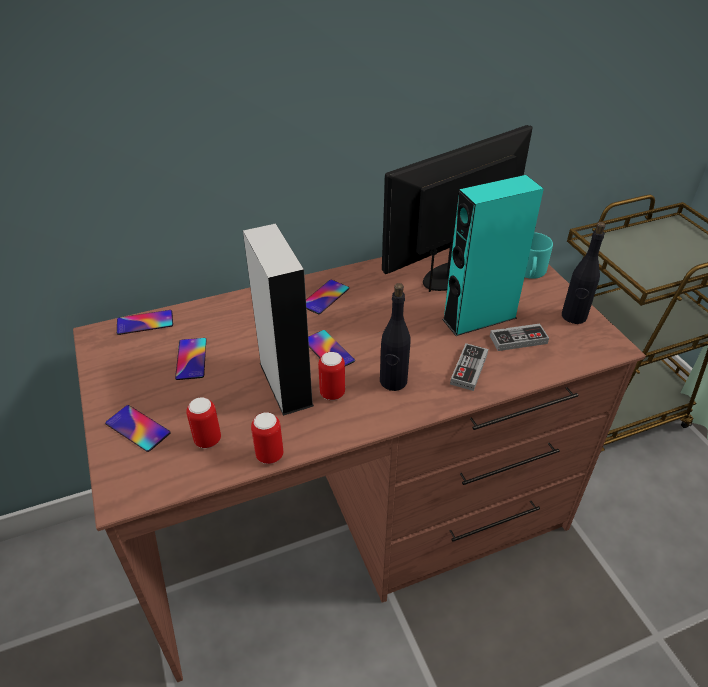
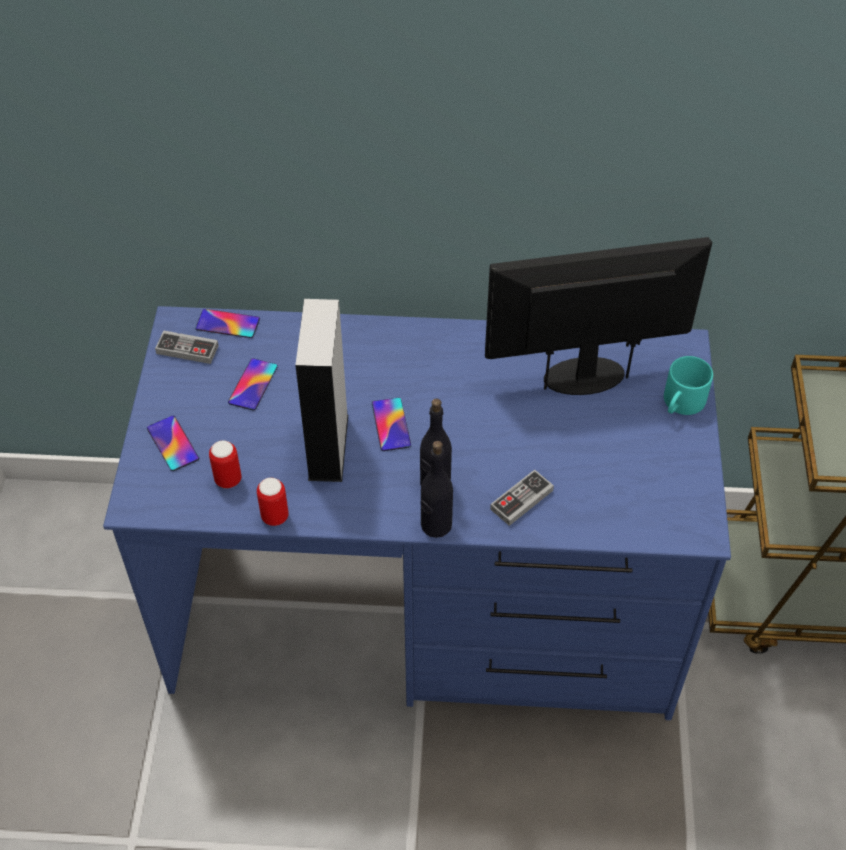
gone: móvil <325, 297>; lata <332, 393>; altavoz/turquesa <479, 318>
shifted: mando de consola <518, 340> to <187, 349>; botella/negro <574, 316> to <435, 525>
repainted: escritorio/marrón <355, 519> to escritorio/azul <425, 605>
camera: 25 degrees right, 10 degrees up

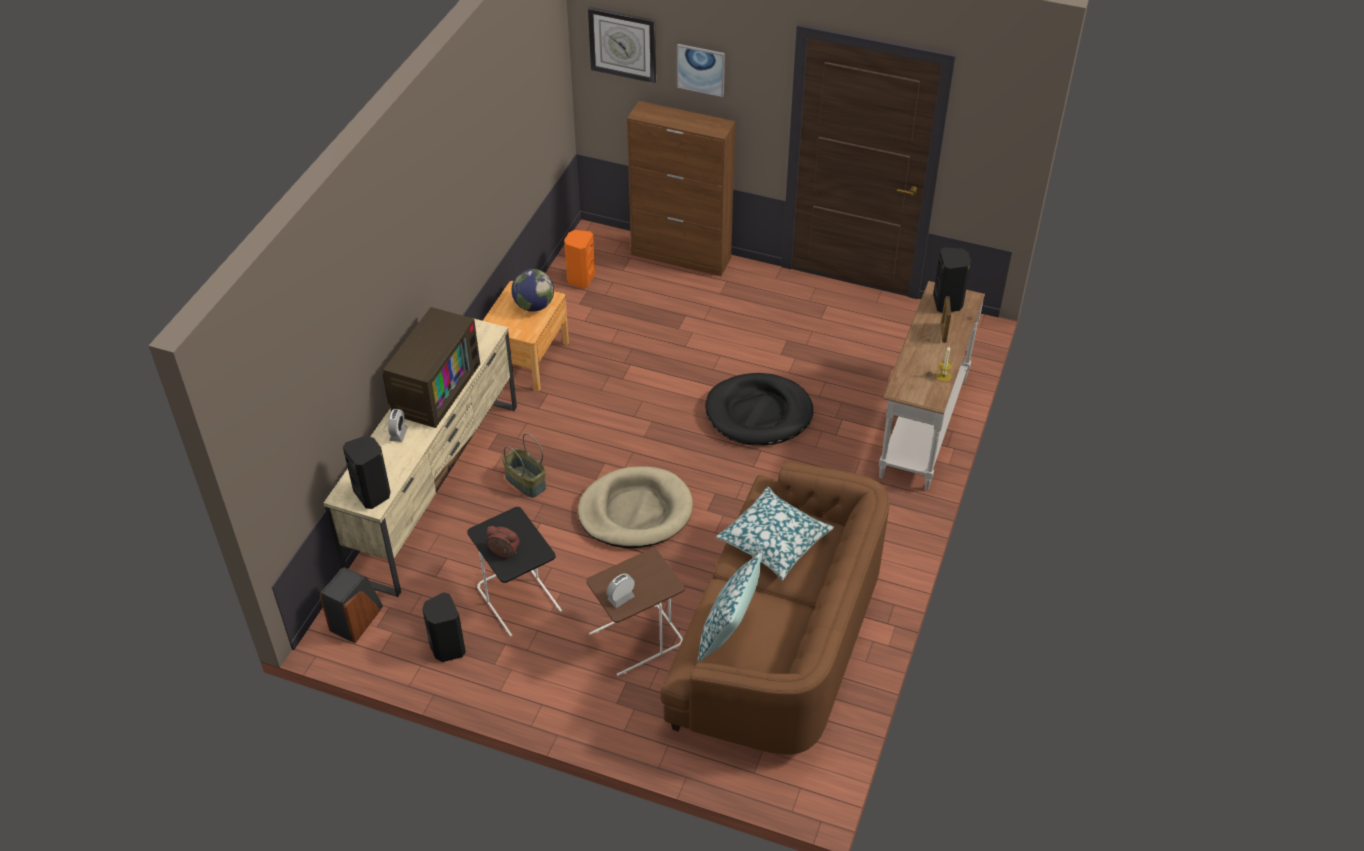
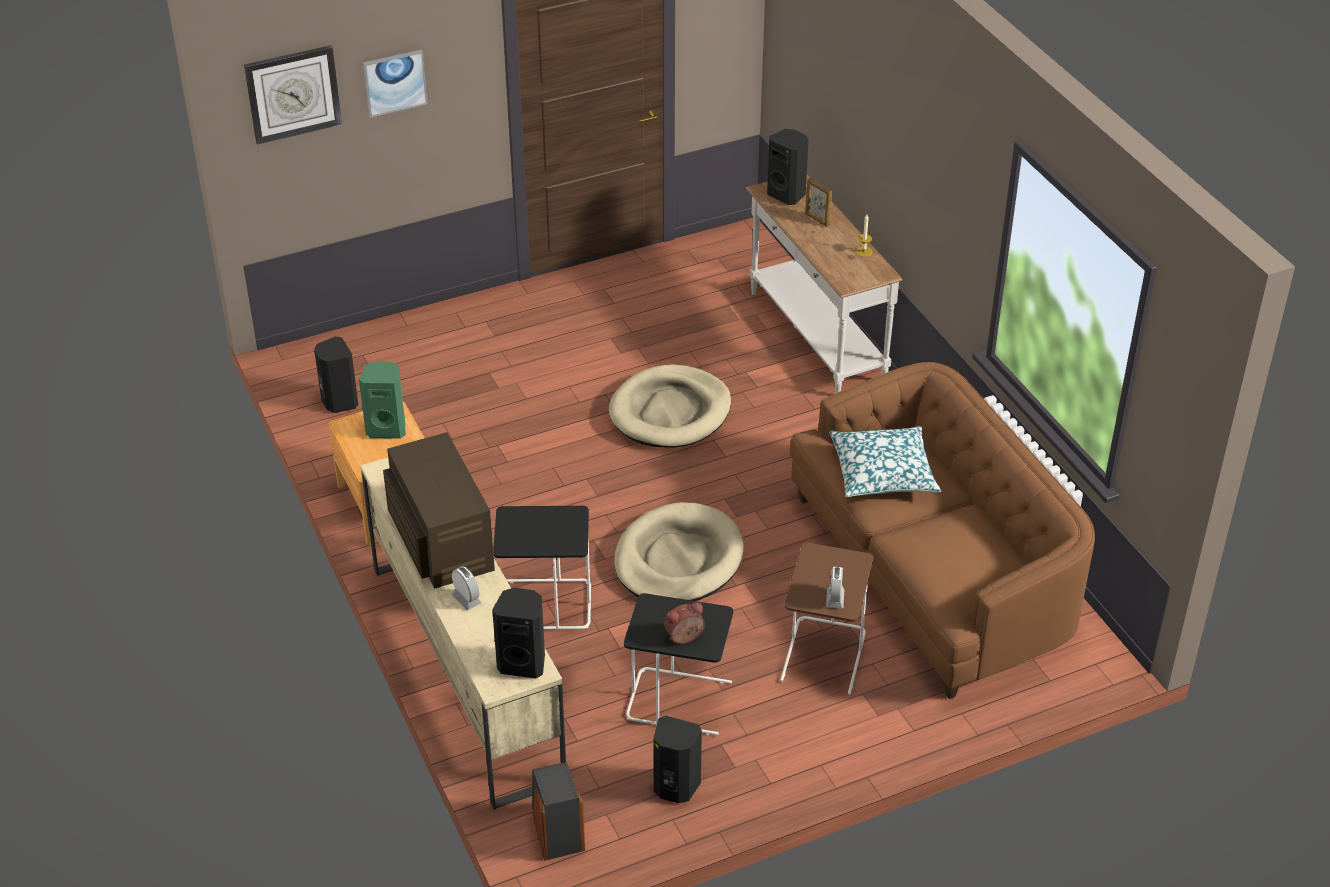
gone: armario/marrón <681, 256>; cojín <728, 632>
swapped: globo terráqueo <534, 306> to altavoz/verde <387, 428>; cesta <525, 482> to mesa auxiliar/negro <544, 606>
repainted: altavoz/naranja <580, 278> to altavoz/negro <339, 402>; cama para perro/negro <759, 413> to cama para perro/beis <670, 412>
camera: 45 degrees left, 5 degrees down

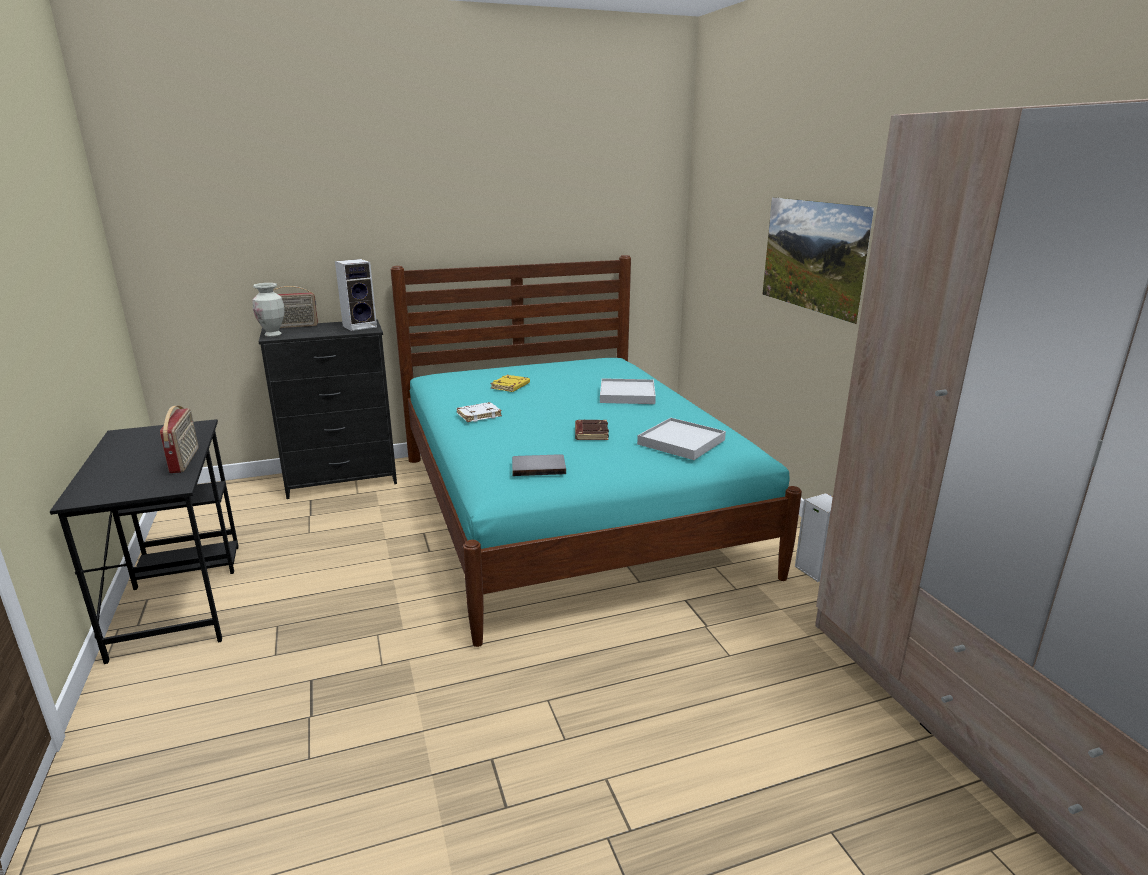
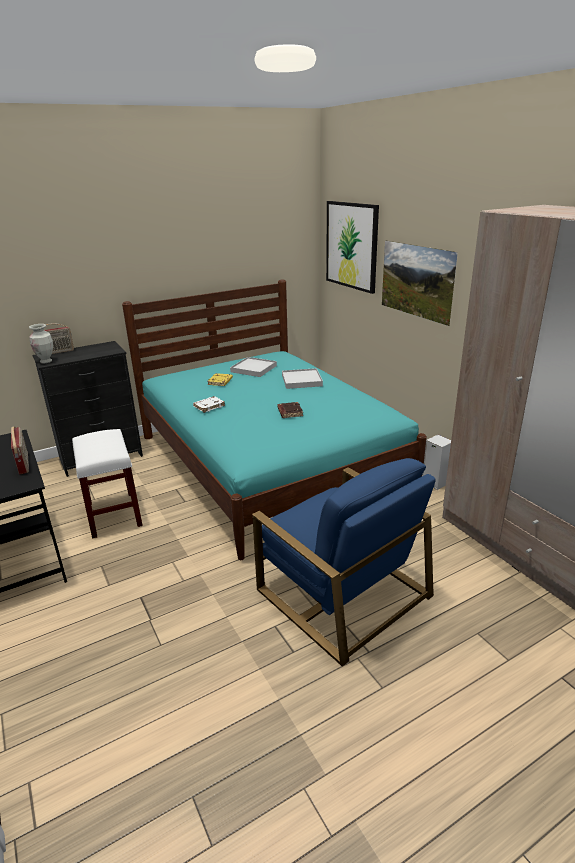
gone: altavoz <360, 326>; libro/gris <538, 467>
new: taburete/blanco <114, 515>; sillón/azul <341, 592>; cuadro <351, 245>
shifted: bandeja/blanco <681, 442> to <253, 369>
camera: 10 degrees left, 5 degrees up

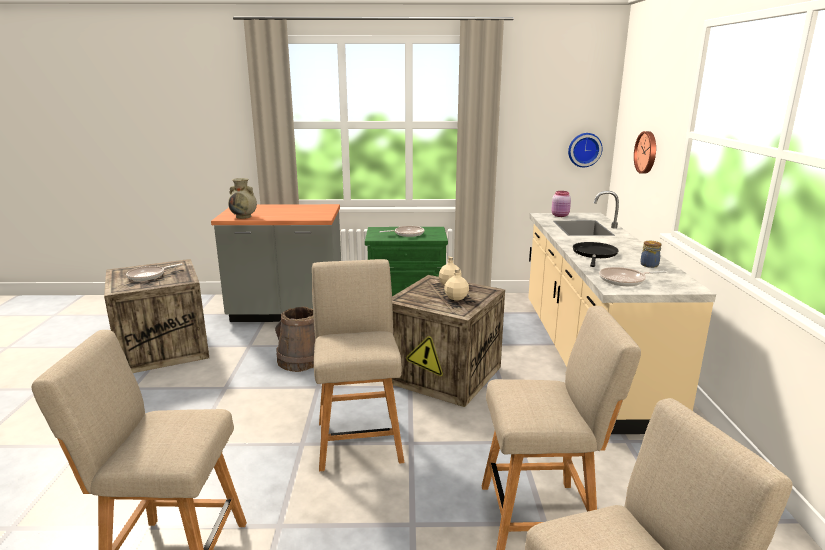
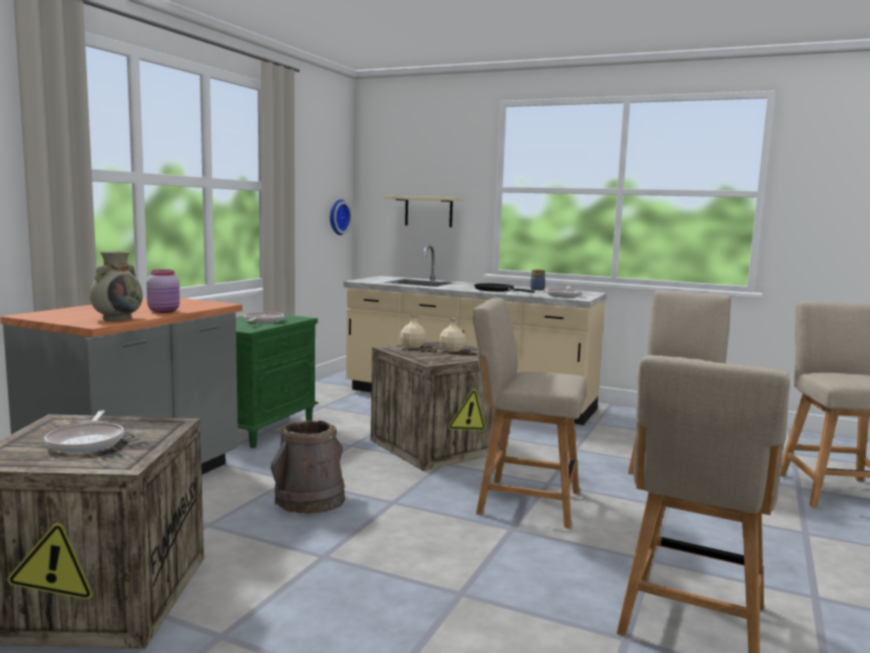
shifted: tarro/rosa <560, 215> to <164, 311>
swapped: reloj de pared <647, 152> to estante/beis <428, 211>
camera: 65 degrees left, 10 degrees down

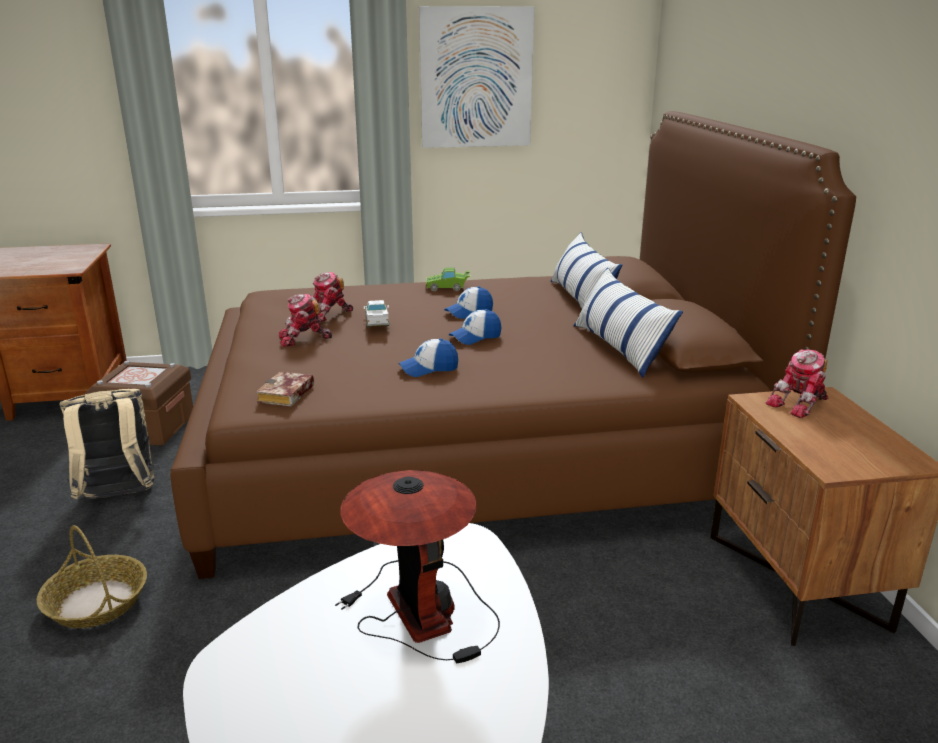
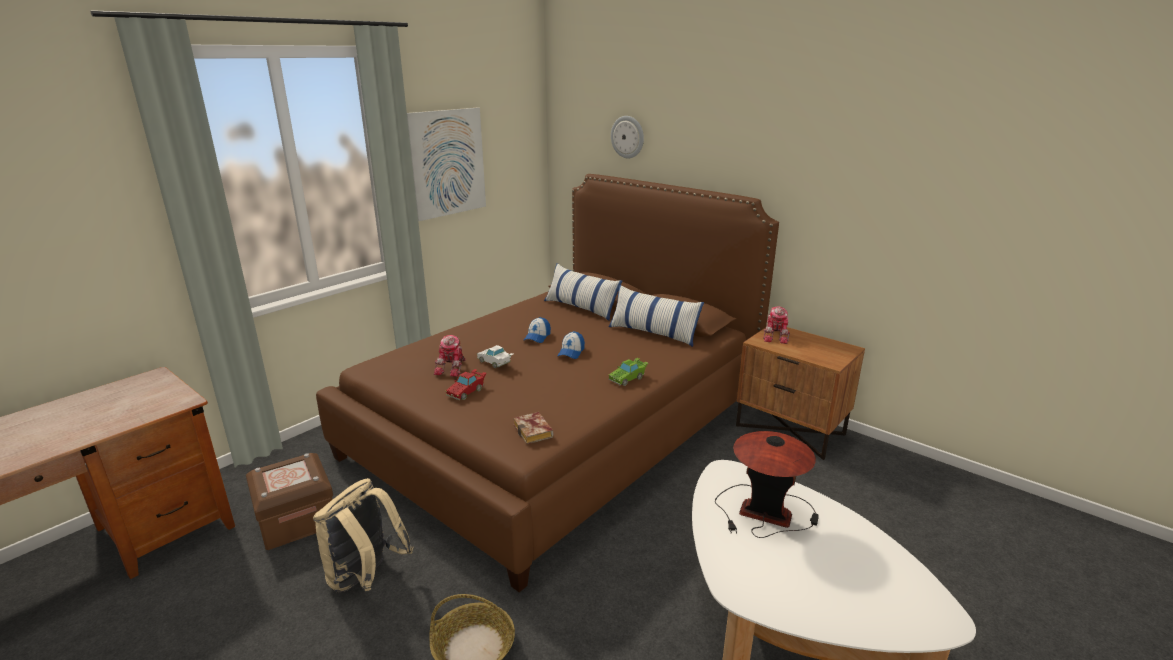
gone: gorra <428, 368>
new: reloj de pared <627, 137>
shifted: coche de juguete/verde <448, 288> to <628, 378>
swapped: robot de juguete <303, 339> to coche de juguete/rojo <467, 391>
camera: 40 degrees left, 0 degrees up

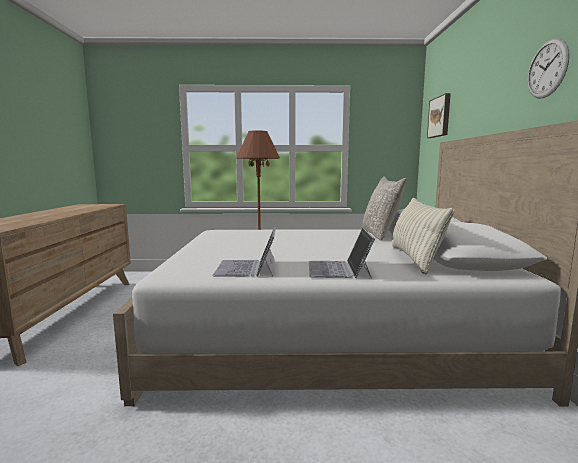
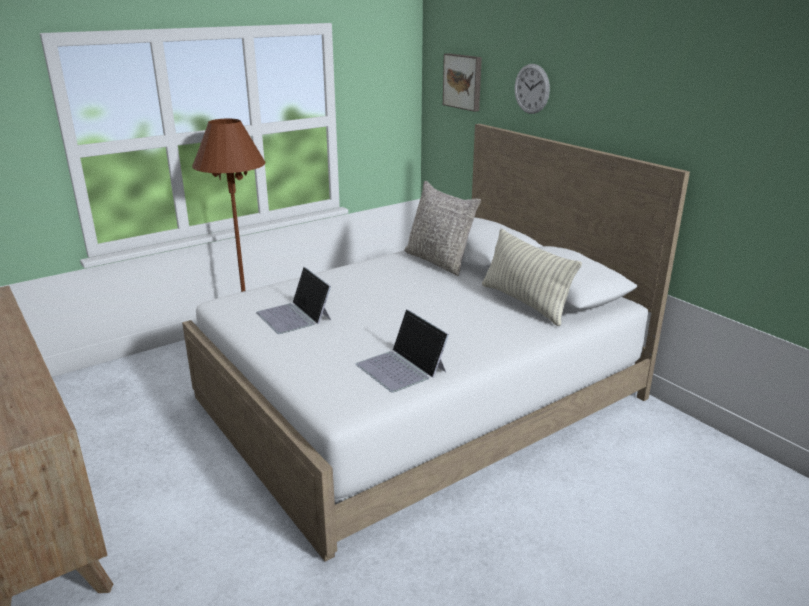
shifted: portátil <339, 269> to <294, 316>; reloj de pared <547, 69> to <531, 89>
camera: 35 degrees left, 15 degrees up

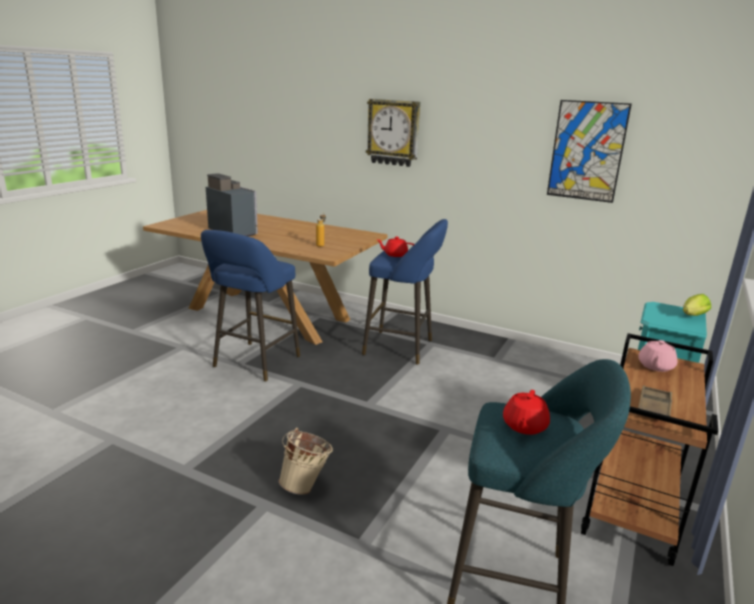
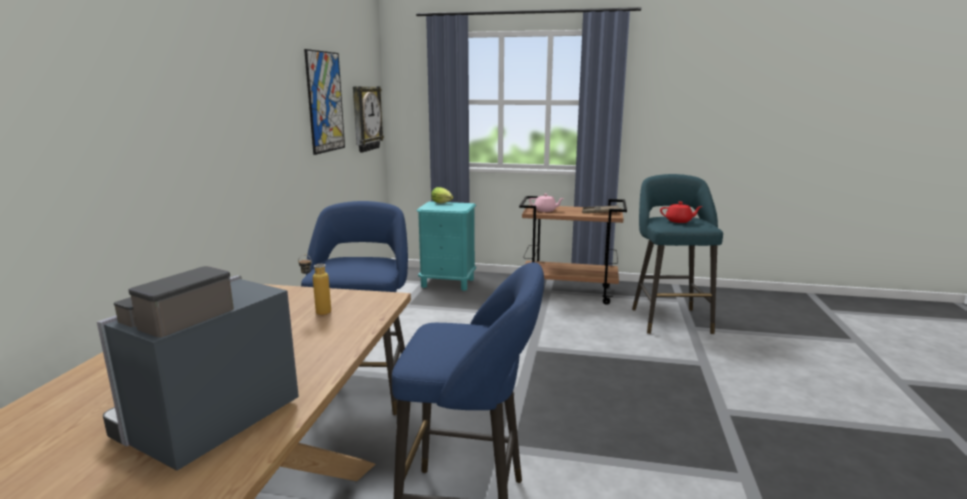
gone: cubo/beis <306, 485>; tetera/rojo <395, 254>
shifted: reloj de pared <393, 132> to <365, 118>
camera: 105 degrees left, 5 degrees down

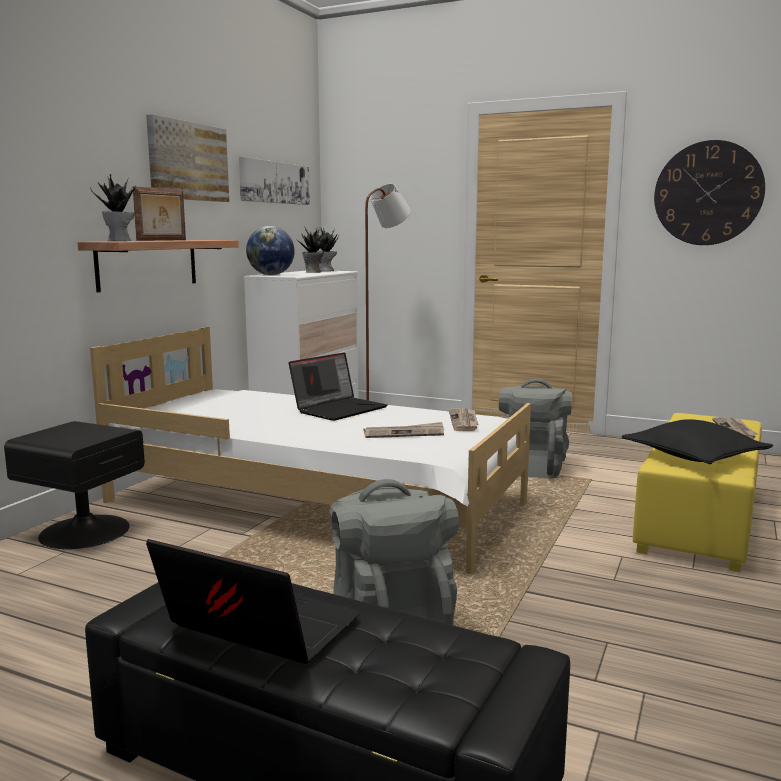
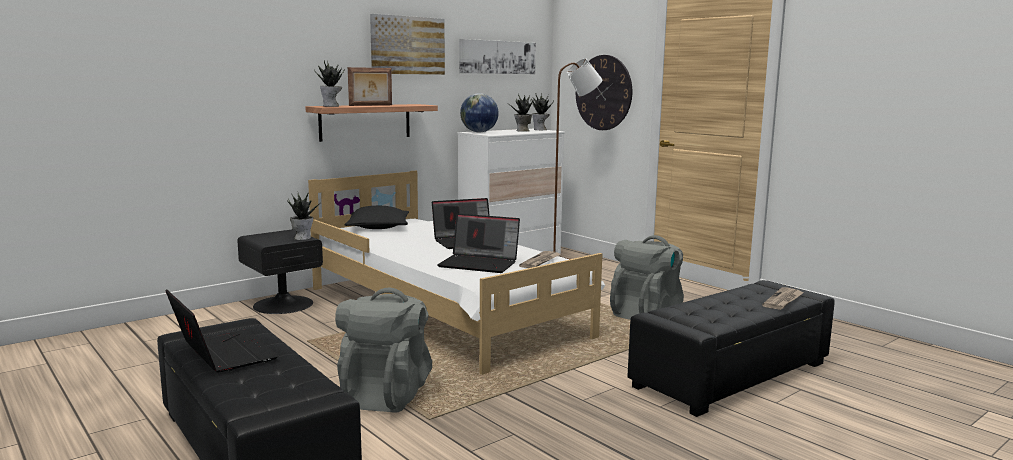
new: planta en maceta <302, 238>
shifted: cojín/negro <694, 456> to <378, 227>; reloj de pared <708, 193> to <603, 92>
swapped: periódico <404, 433> to portátil <480, 264>
repainted: puf/amarillo <700, 518> to puf/negro <732, 375>
camera: 25 degrees right, 0 degrees up

